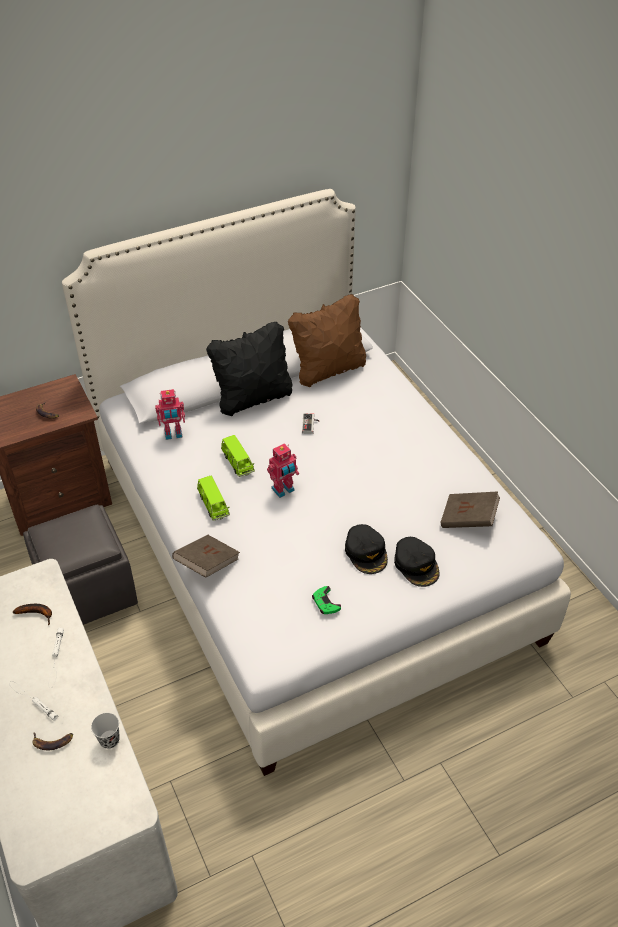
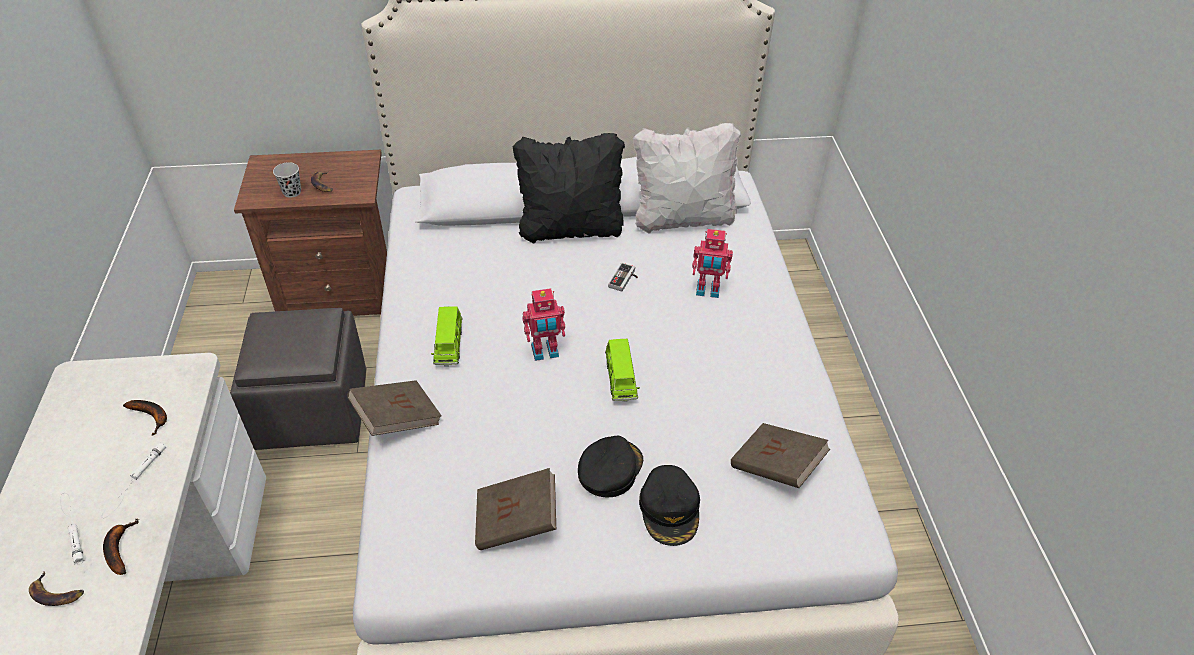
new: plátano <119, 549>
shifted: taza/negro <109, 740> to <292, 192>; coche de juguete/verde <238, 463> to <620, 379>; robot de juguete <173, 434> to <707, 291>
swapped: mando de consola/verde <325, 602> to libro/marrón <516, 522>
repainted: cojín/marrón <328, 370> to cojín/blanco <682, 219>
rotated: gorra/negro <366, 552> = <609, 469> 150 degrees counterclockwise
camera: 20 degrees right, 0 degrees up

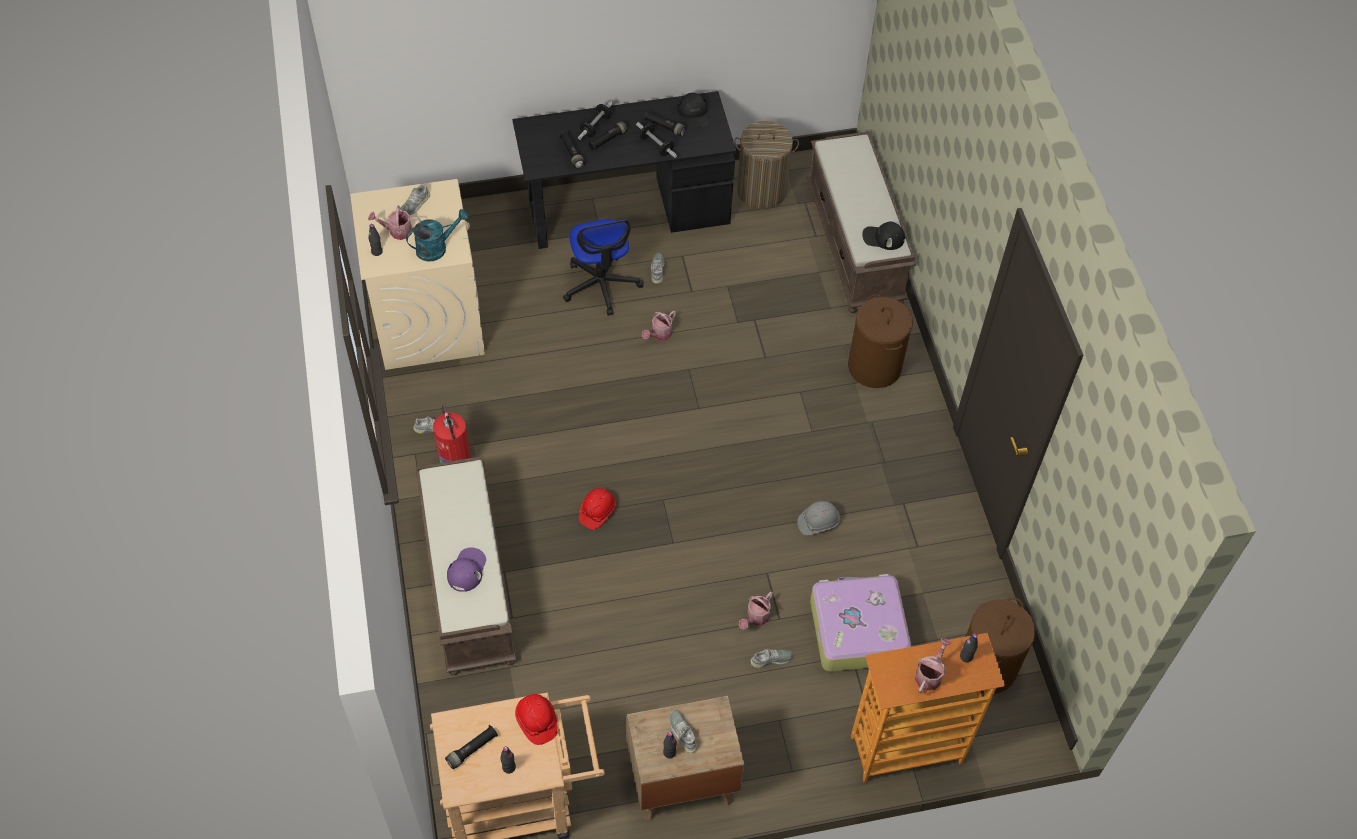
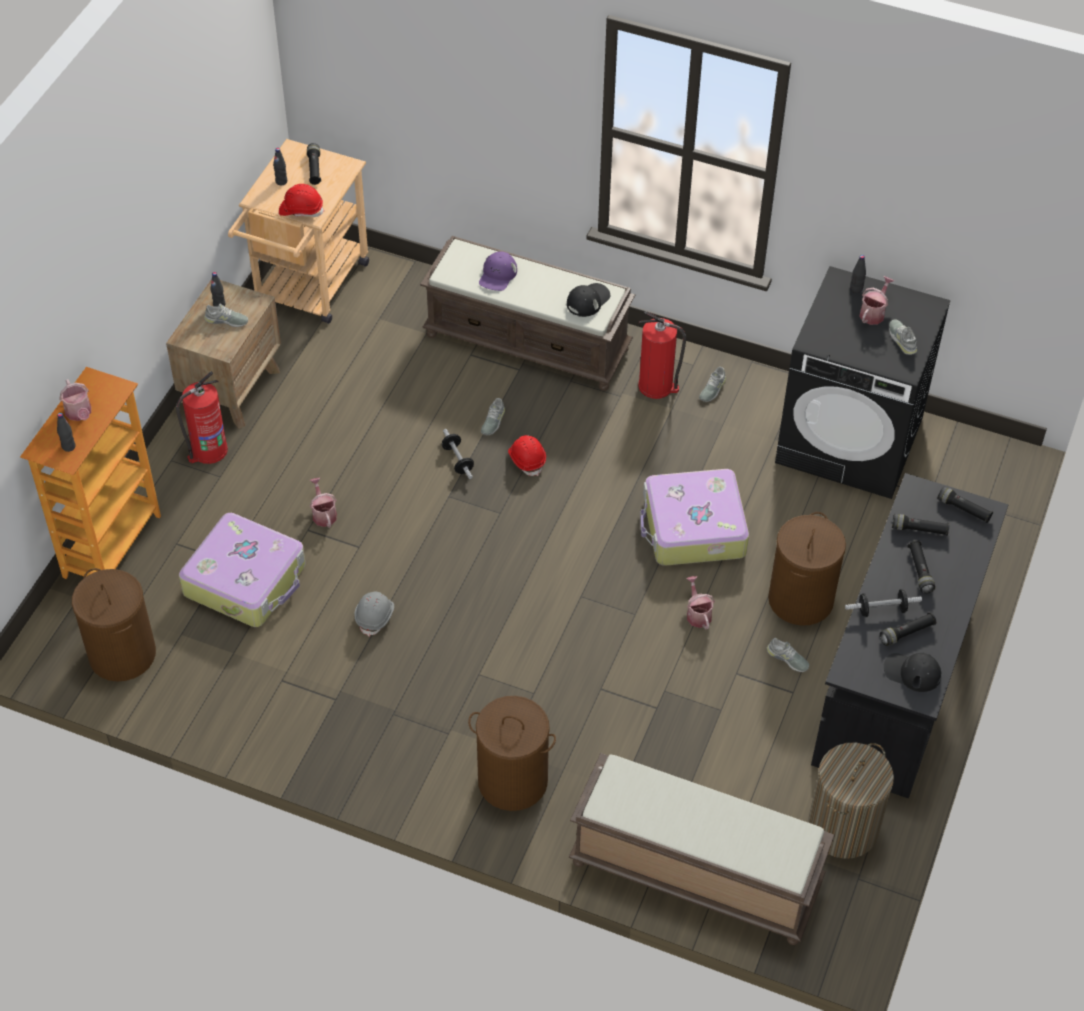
gone: regadera/turquesa <437, 247>
new: extintor <208, 450>; maleta <693, 528>; linterna/negro <963, 509>
shifted: mancuerna <595, 126> to <457, 460>; zapato/gris <771, 659> to <492, 421>; gorra/negro <883, 237> to <588, 300>
swapped: silla de oficina <601, 285> to cesto de la ropa/marrón <800, 599>
repainted: lavadora/beis <428, 320> to lavadora/negro <850, 440>
rotated: gorra/morado <467, 570> = <497, 275> 60 degrees clockwise
camera: 125 degrees right, 5 degrees down

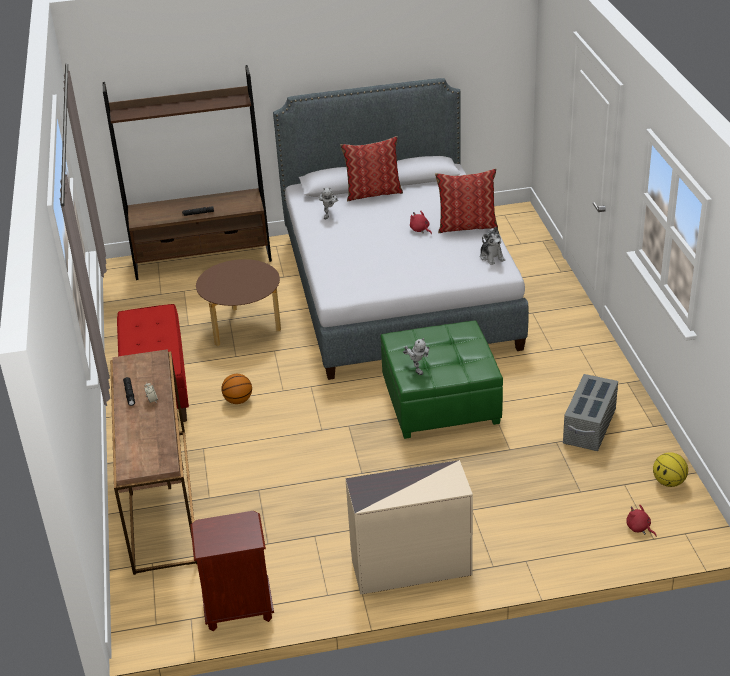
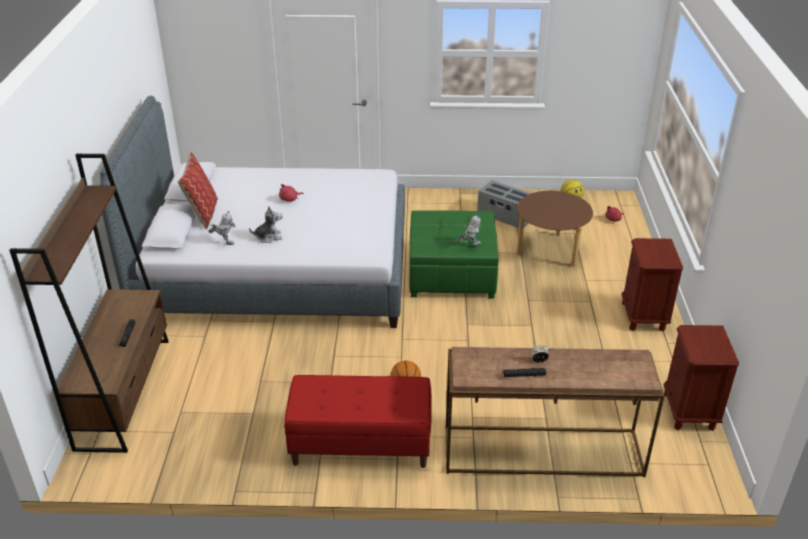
gone: cojín <467, 226>
shifted: peluche <491, 257> to <268, 237>; mesa de centro/marrón <243, 327> to <550, 251>
swapped: cómoda/beis <410, 566> to mesita de noche/marrón <643, 316>
camera: 80 degrees left, 0 degrees up

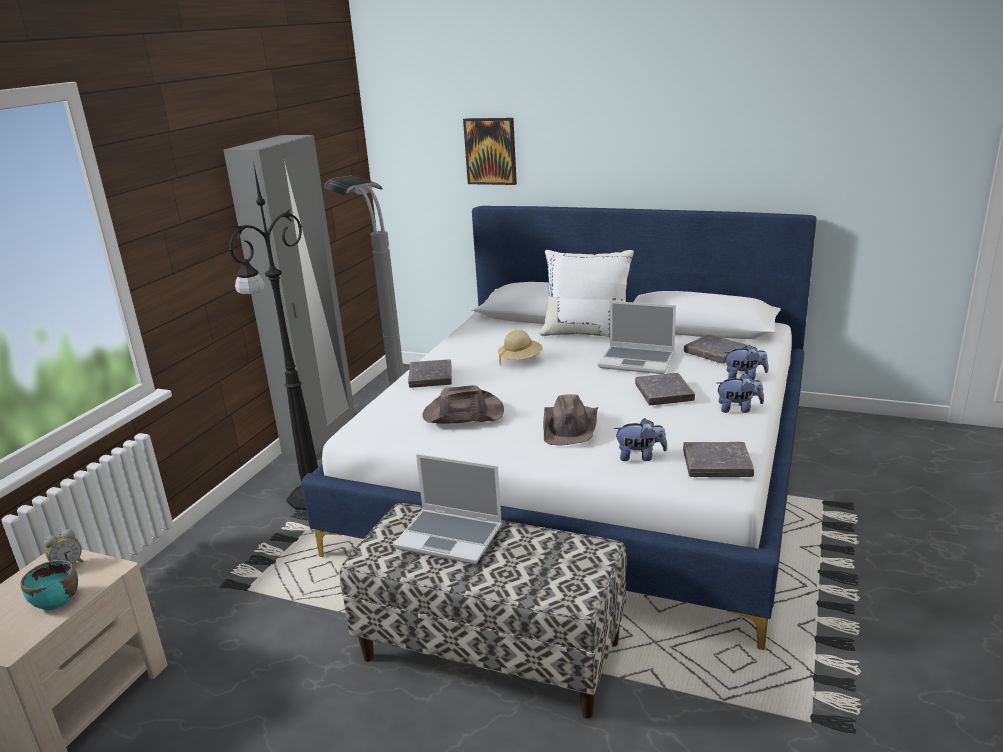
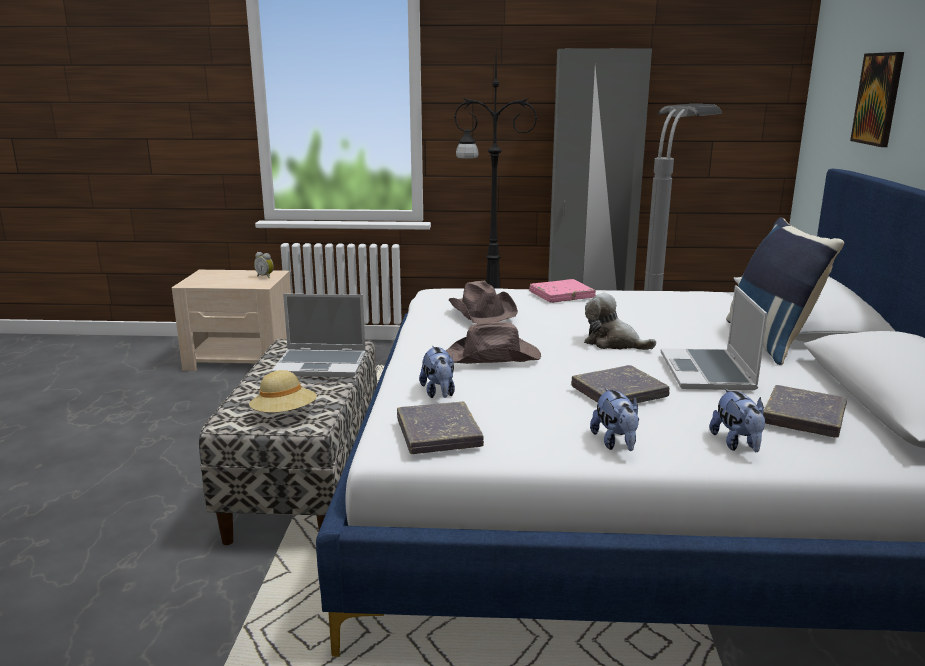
gone: cuenco/turquesa <56, 601>
new: peluche <613, 343>
shifted: sombrero/beis <520, 360> to <284, 415>
repainted: libro/gris <430, 377> to libro/rosa <561, 295>; cojín/blanco <587, 333> to cojín/azul <772, 342>
rotated: portátil <451, 537> = <322, 365> 90 degrees counterclockwise
camera: 70 degrees right, 5 degrees down

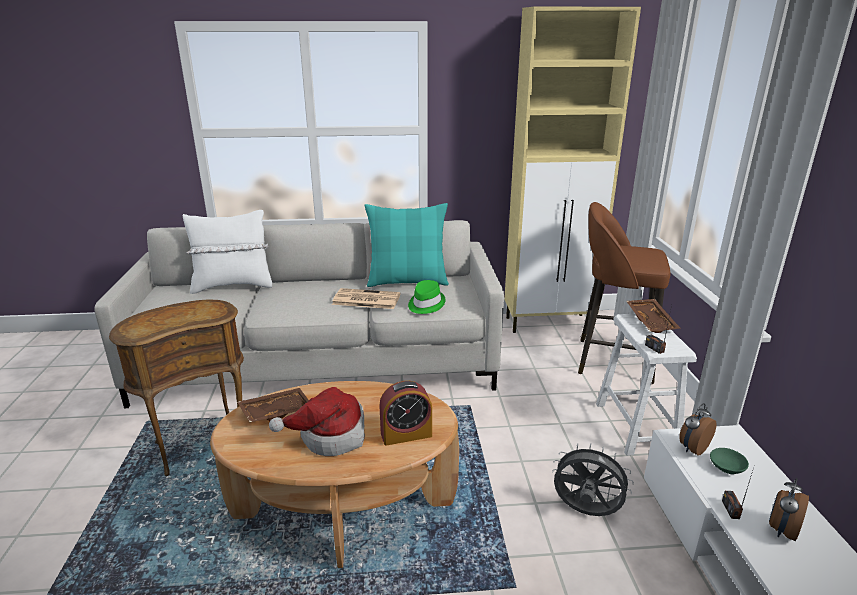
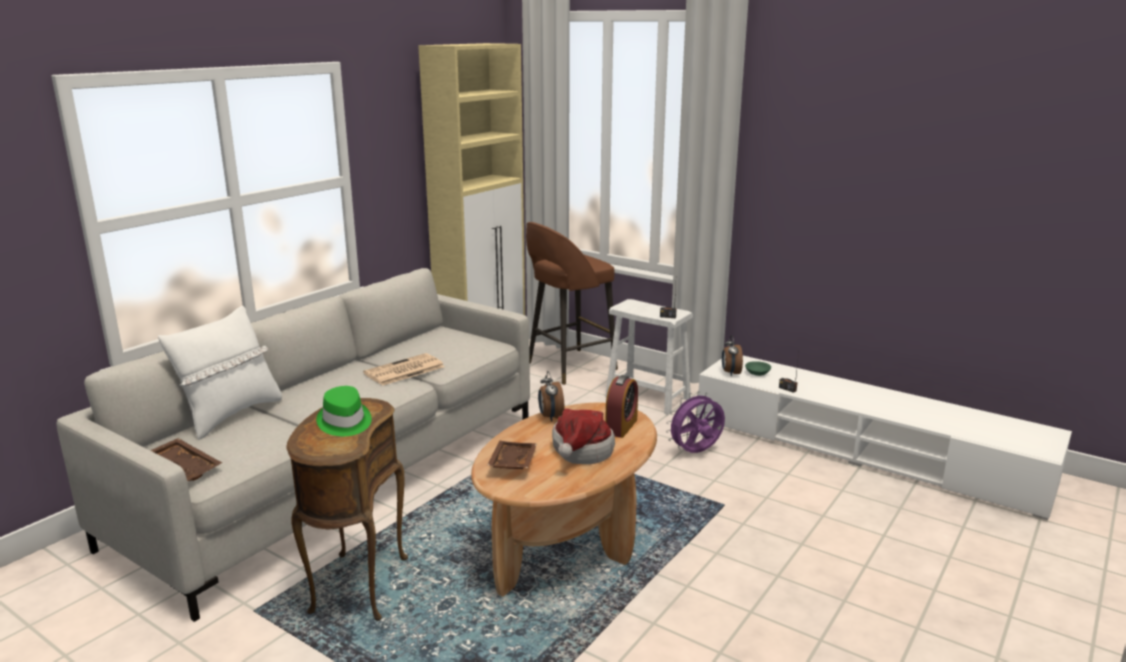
gone: cojín/turquesa <407, 281>
shifted: bandeja/marrón <652, 321> to <185, 467>; sombrero/verde <425, 304> to <344, 422>; despertador <781, 530> to <550, 417>
repainted: ventilador/gris <585, 512> to ventilador/morado <696, 453>
camera: 50 degrees left, 5 degrees down

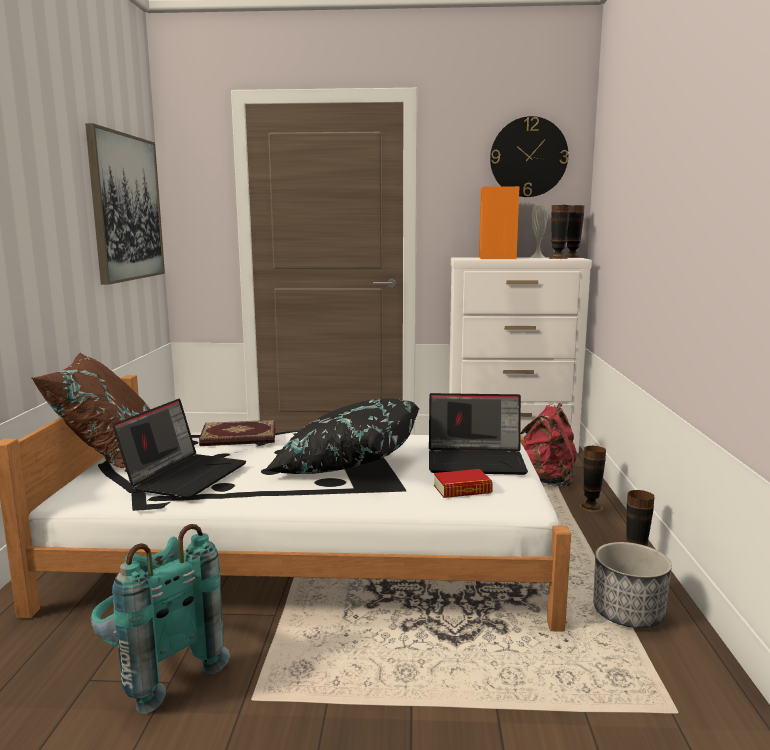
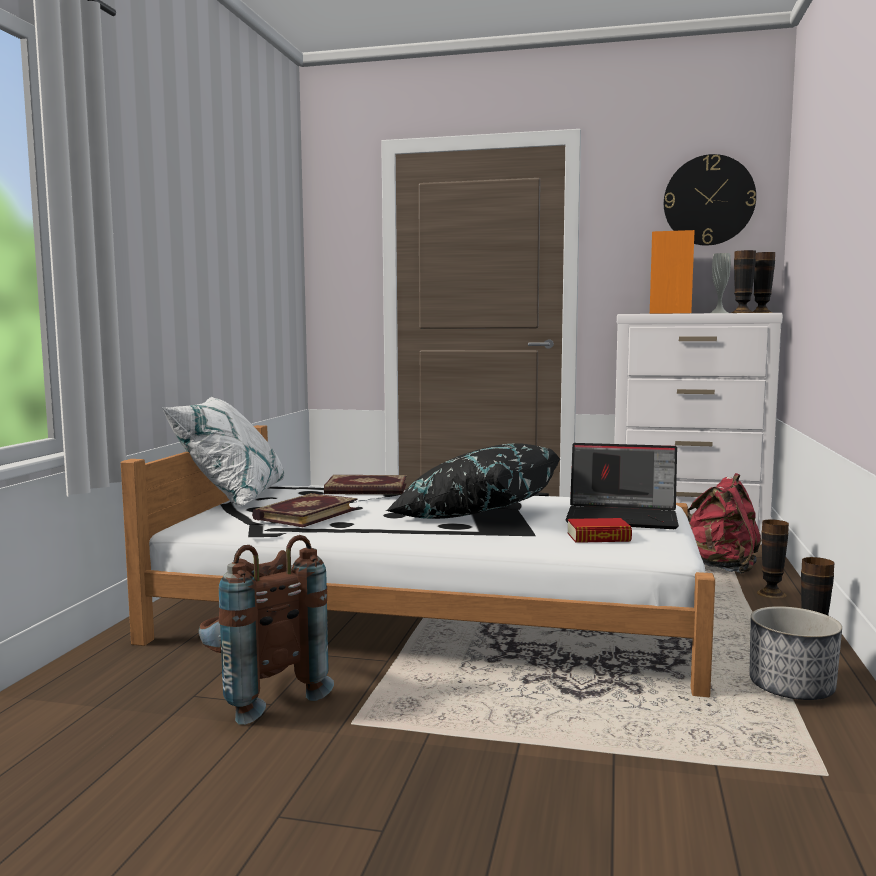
gone: cuadro <126, 208>
swapped: portátil <185, 475> to libro <305, 514>
repainted: cojín/marrón <108, 453> to cojín/blanco <231, 497>; mochila/turquesa <156, 672> to mochila/marrón <259, 695>
camera: 10 degrees right, 5 degrees down

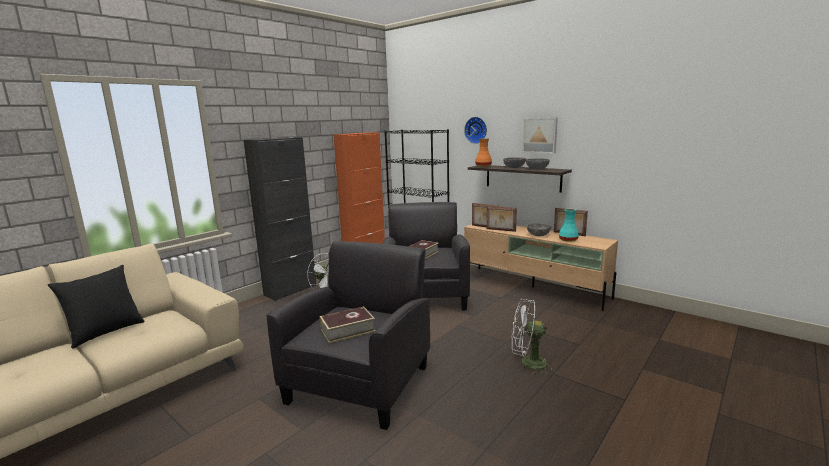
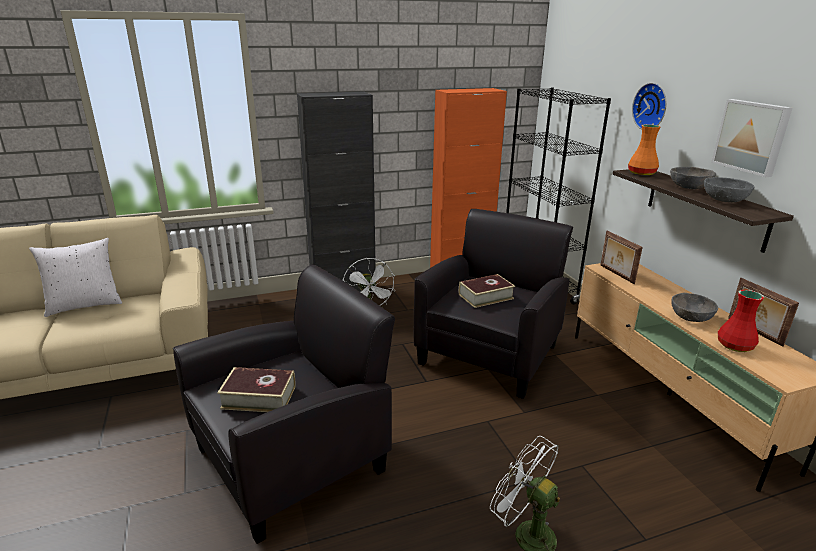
gone: portarretratos <500, 230>
repainted: cojín/negro <105, 332> to cojín/blanco <85, 305>; florero/turquesa <568, 240> to florero/rojo <736, 346>
camera: 30 degrees right, 10 degrees up

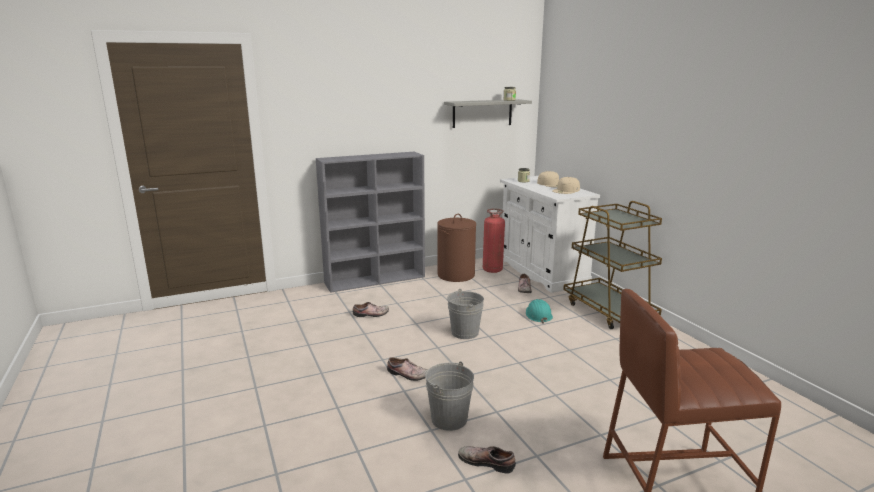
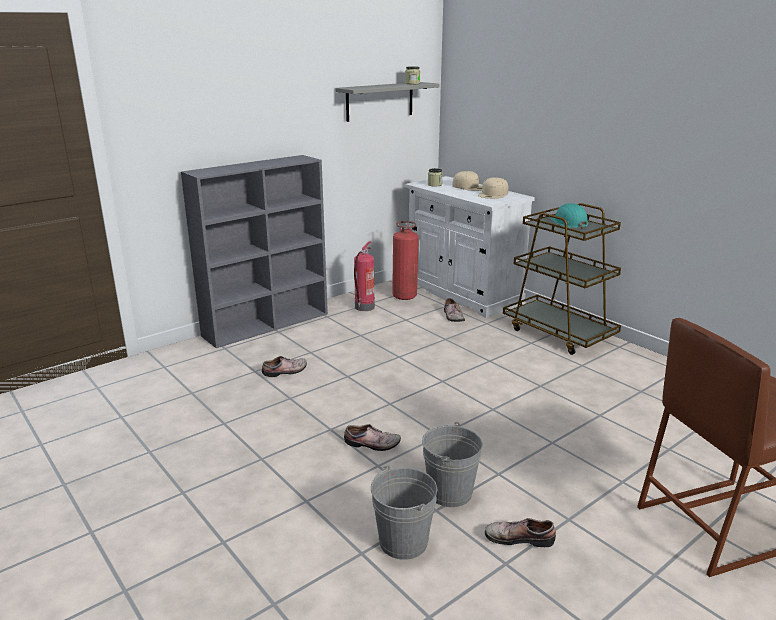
shifted: cubo/gris <465, 332> to <403, 541>; casco/turquesa <538, 315> to <569, 223>
swapped: cesto de la ropa/marrón <456, 275> to extintor <364, 307>
camera: 15 degrees left, 5 degrees up

